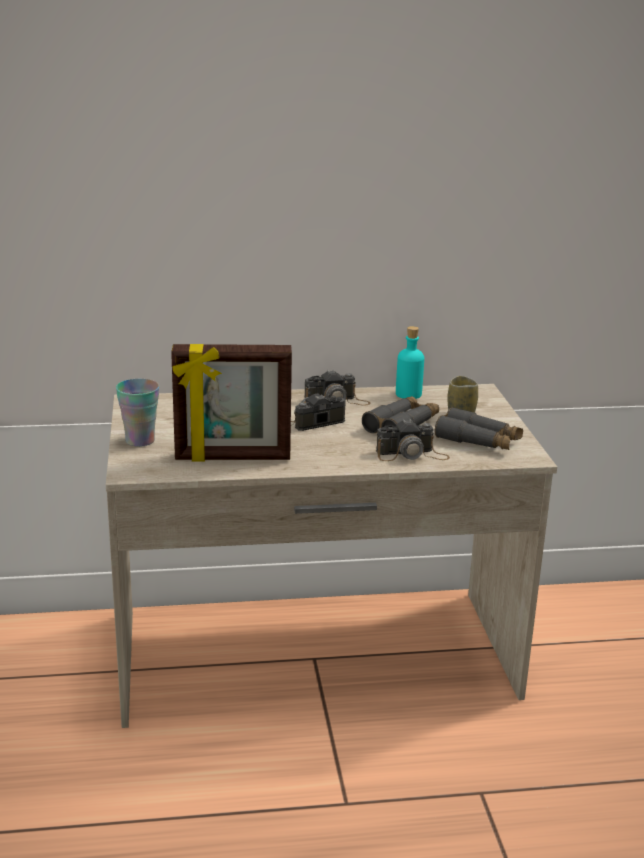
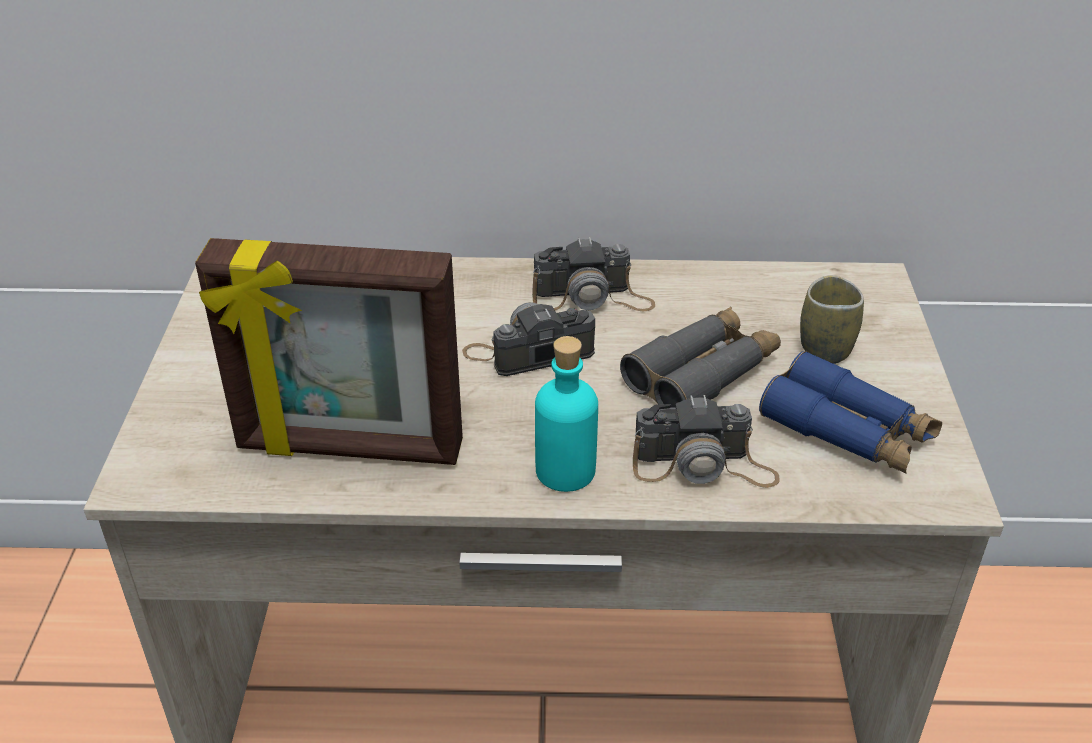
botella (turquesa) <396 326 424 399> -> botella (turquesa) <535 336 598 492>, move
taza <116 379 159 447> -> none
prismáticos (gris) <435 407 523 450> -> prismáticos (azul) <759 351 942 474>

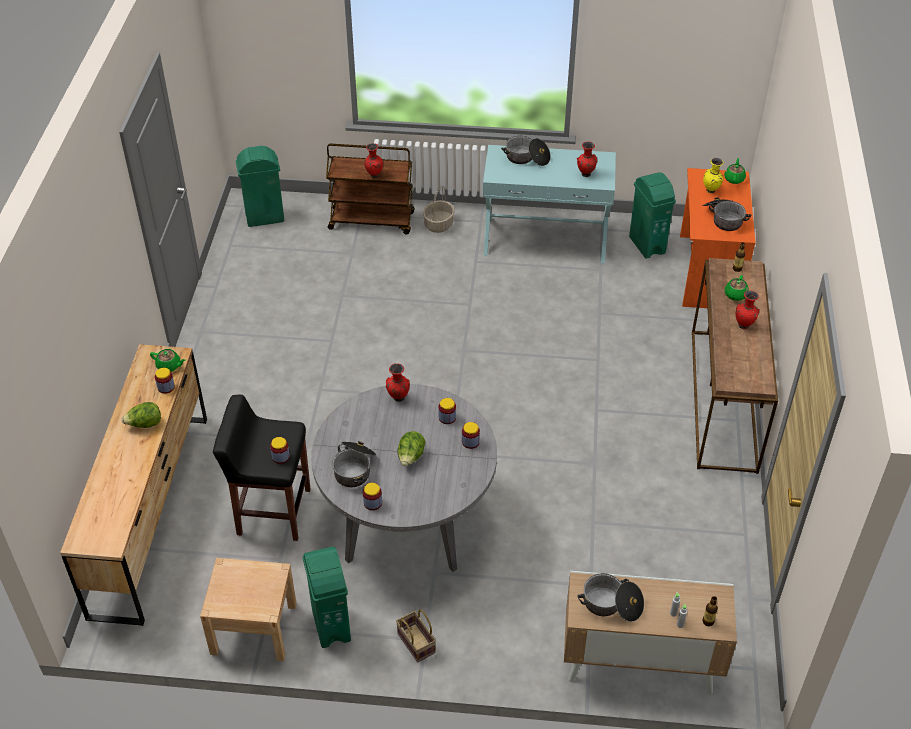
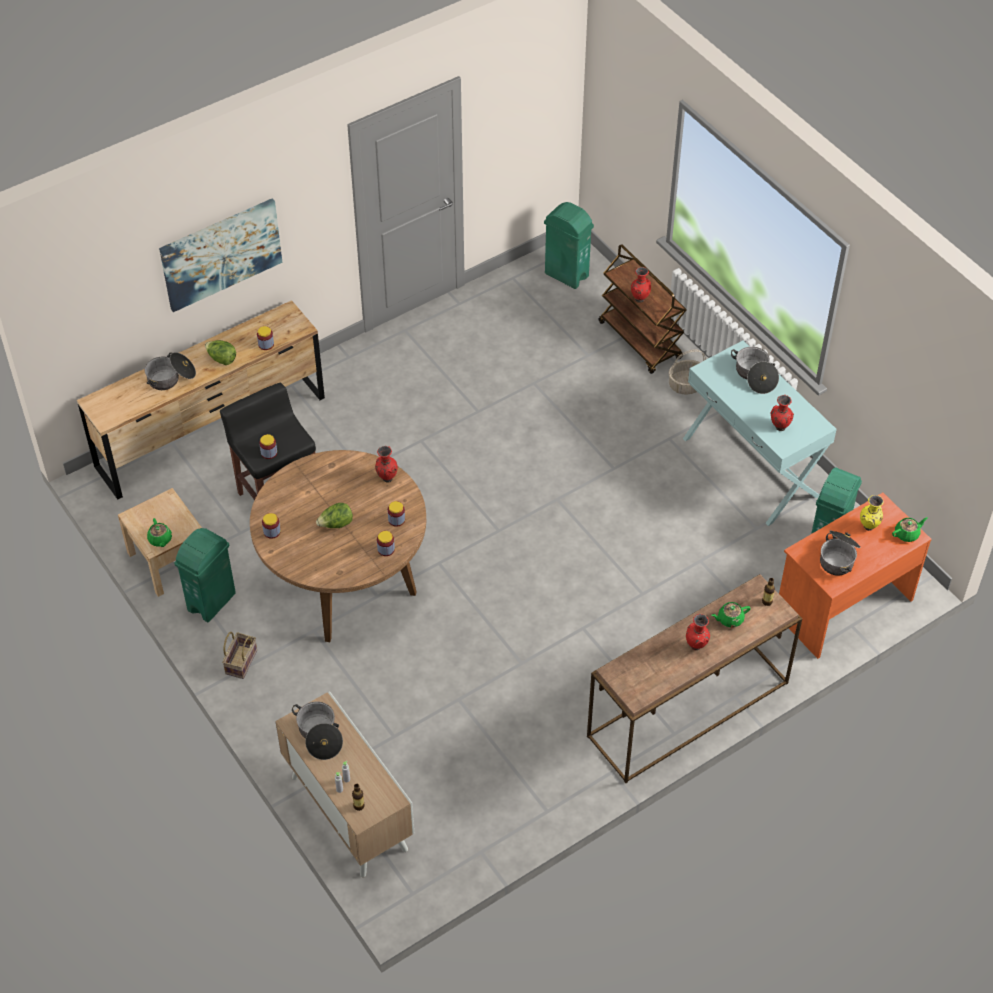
tetera (verde) <150 349 186 372> -> tetera (verde) <147 518 172 547>, move
mesa de comedor (gris) <311 384 497 572> -> mesa de comedor (marrón) <250 450 426 642>
olla <332 441 376 487> -> olla <144 352 196 390>, move
none -> cuadro <159 198 283 312>

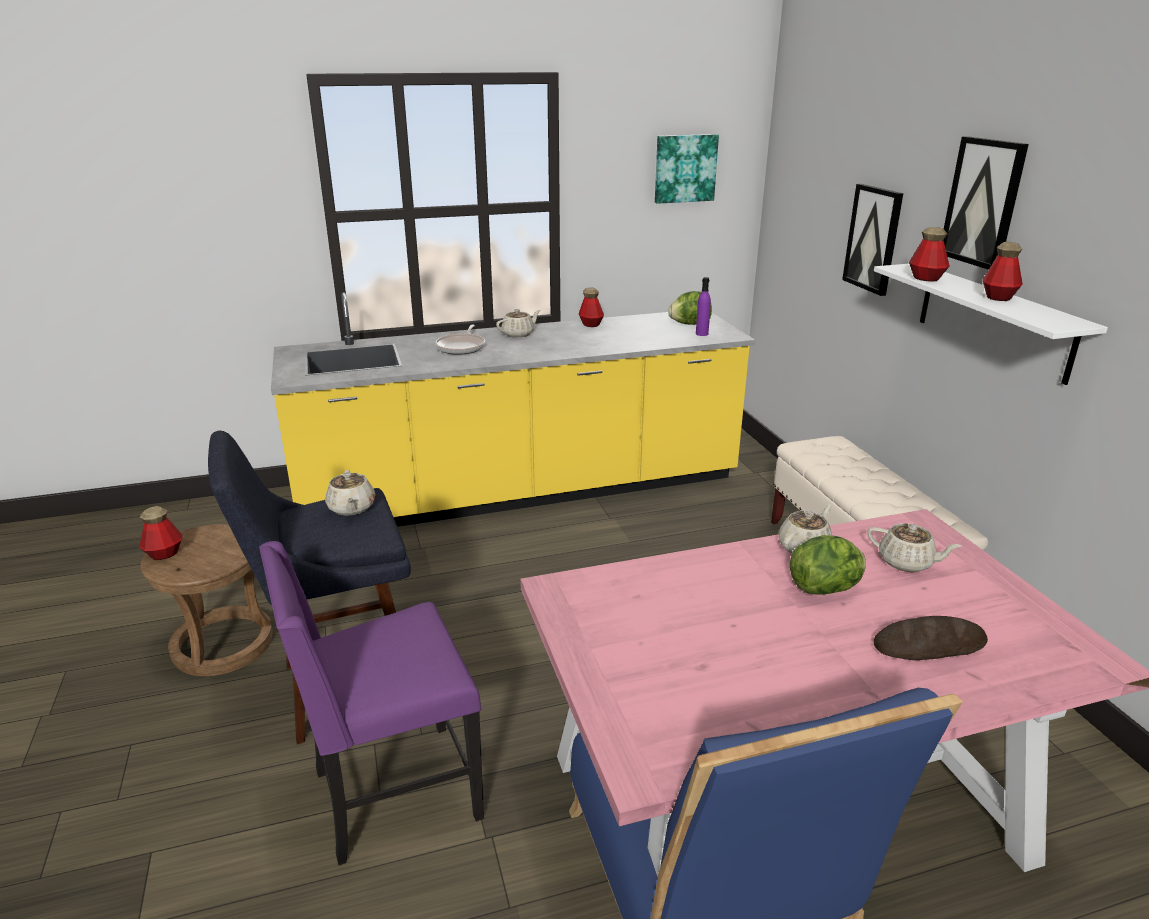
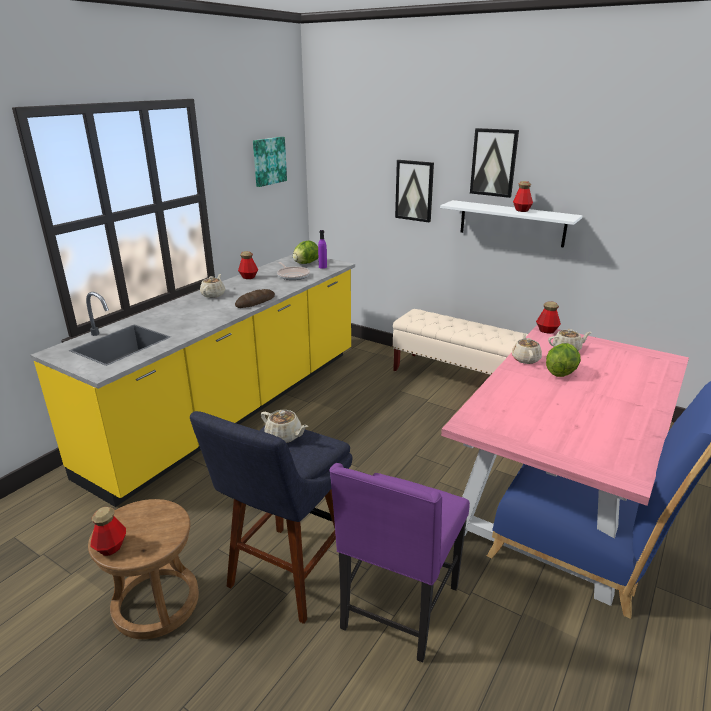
botella <909 227 950 282> -> botella <536 301 561 333>, move
sartén <435 325 485 355> -> sartén <277 262 310 280>, move
pan <874 616 988 660> -> pan <235 289 275 308>, move

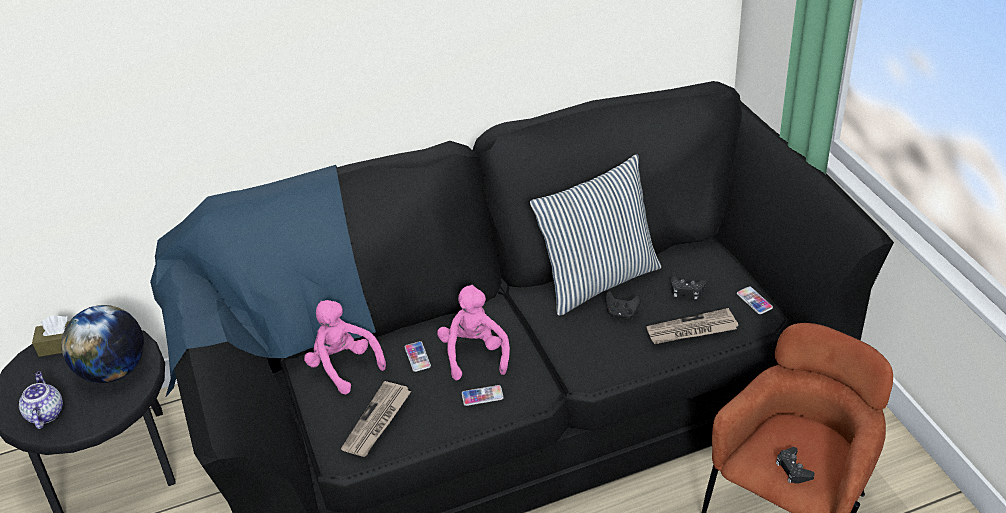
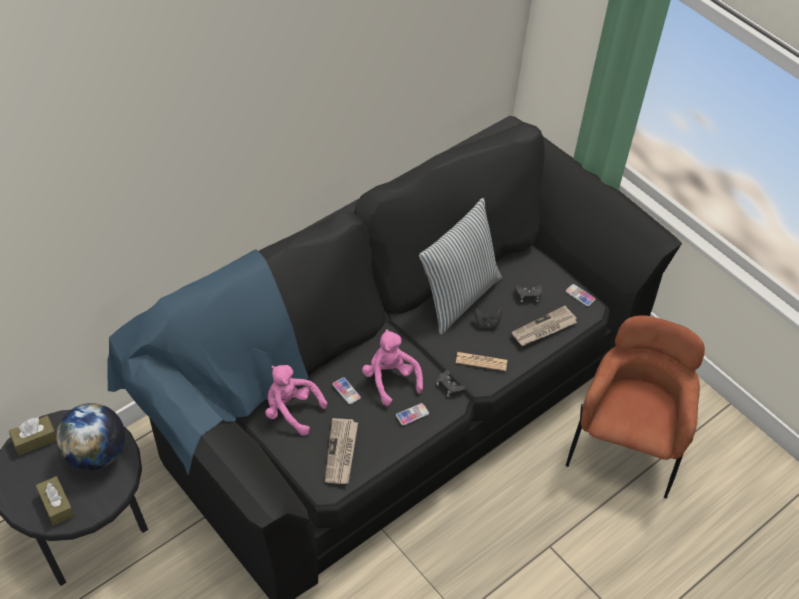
tetera <19 371 63 429> -> caja de pañuelos (marrón) <36 476 74 526>
mando de consola (negro) <776 447 815 484> -> mando de consola (negro) <436 370 465 397>, move
none -> periódico <456 352 507 371>

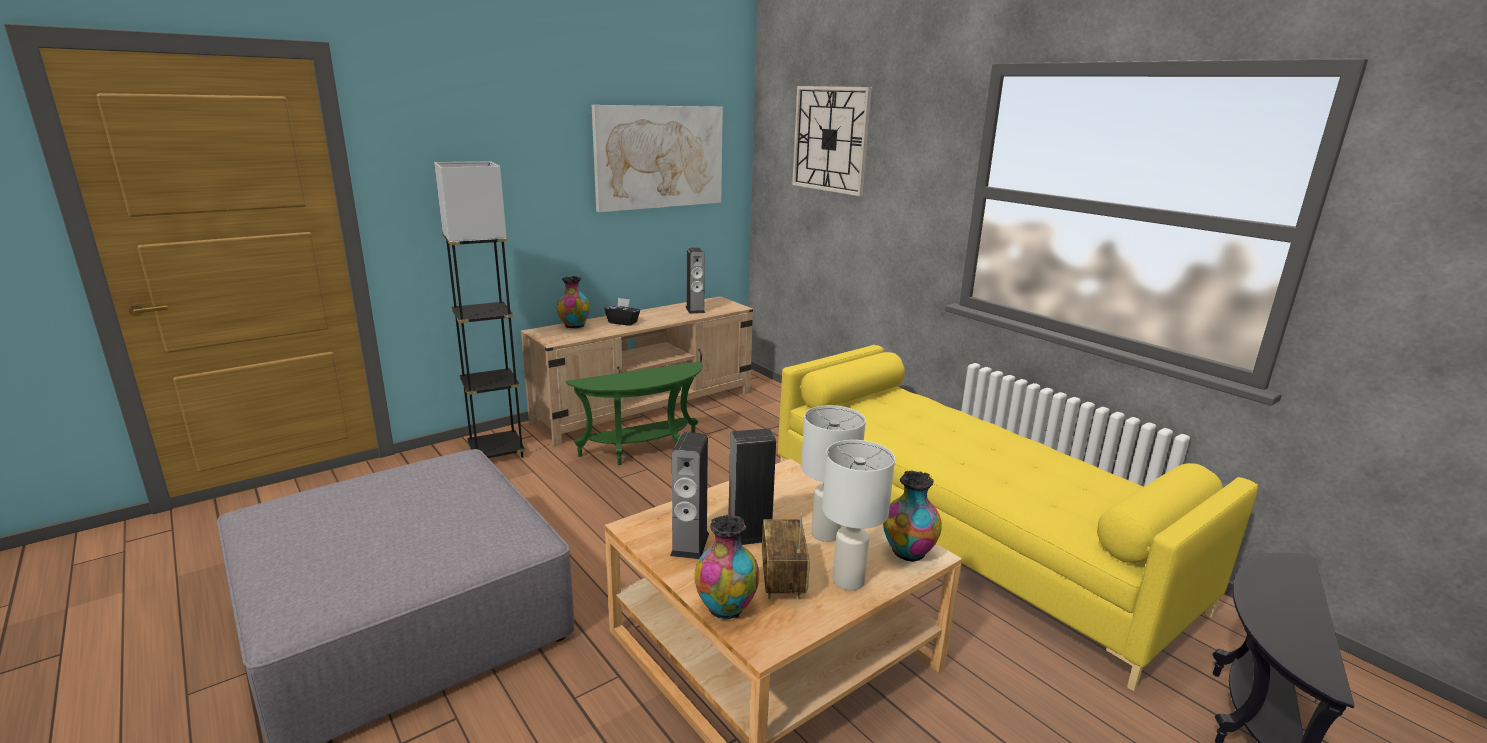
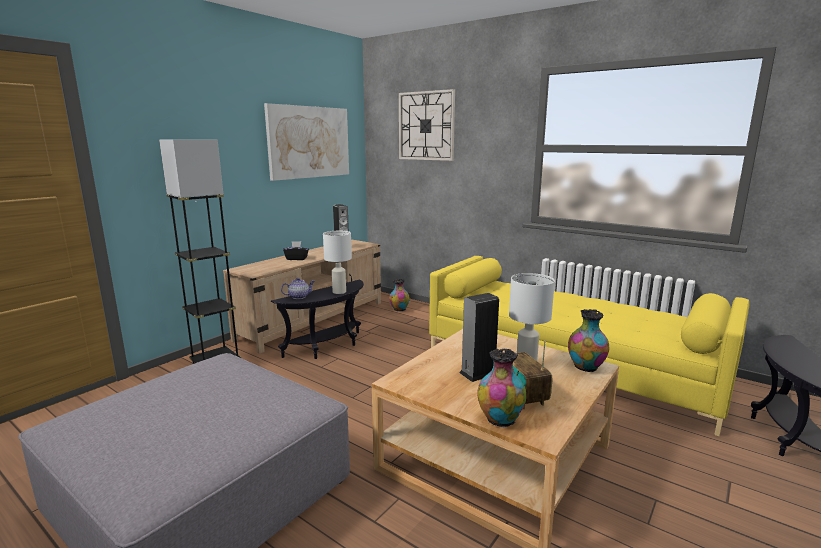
florero <557 276 590 328> -> florero <389 279 410 311>, move
mesa auxiliar (verde) <566 361 703 465> -> mesa auxiliar (negro) <271 280 364 359>
altavoz <670 432 709 559> -> none
lámpara de mesa (blanco) <822 440 895 591> -> lámpara de mesa (blanco) <323 231 352 294>, move
none -> tetera <281 278 315 299>

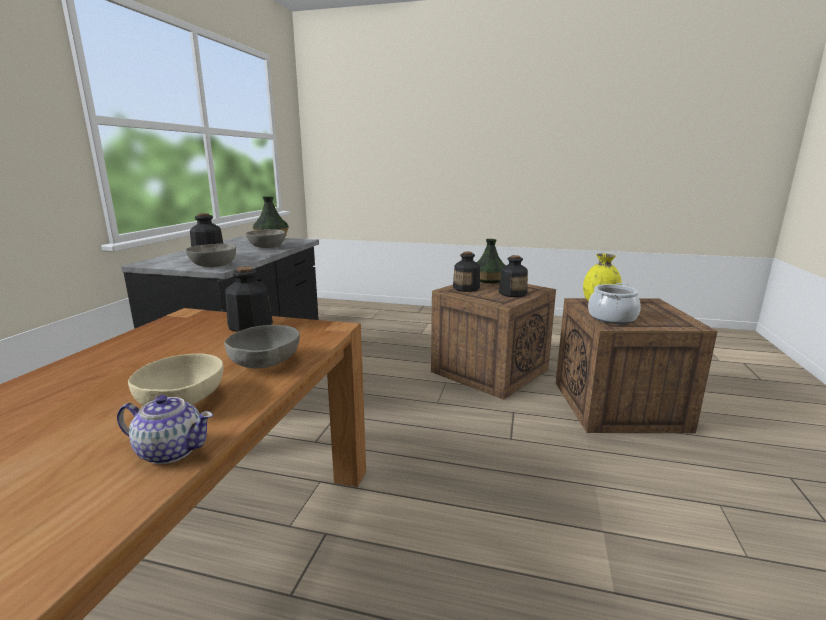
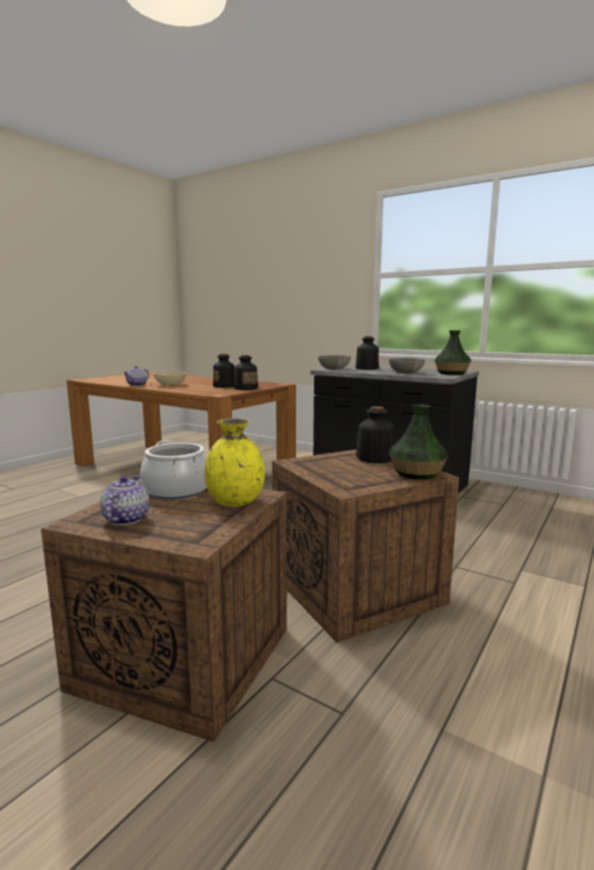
botella <499 255 528 297> -> botella <213 354 235 388>, move
cuenco (gris) <224 325 300 369> -> none
none -> tetera <100 476 150 525>

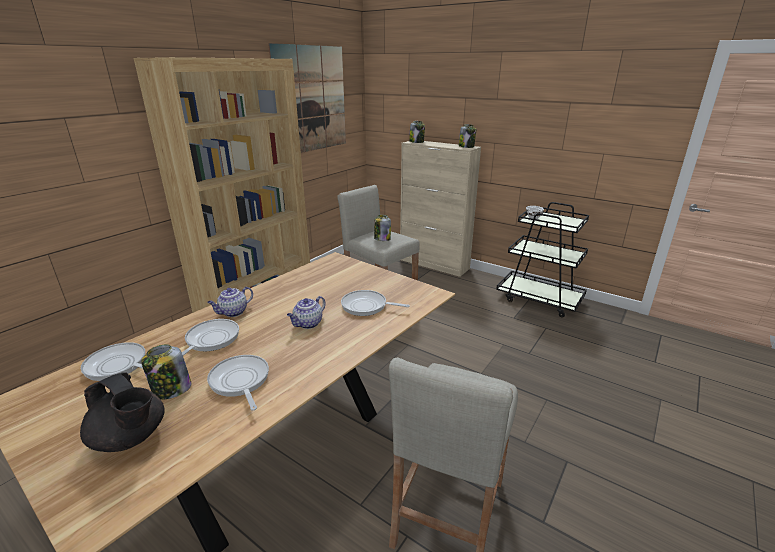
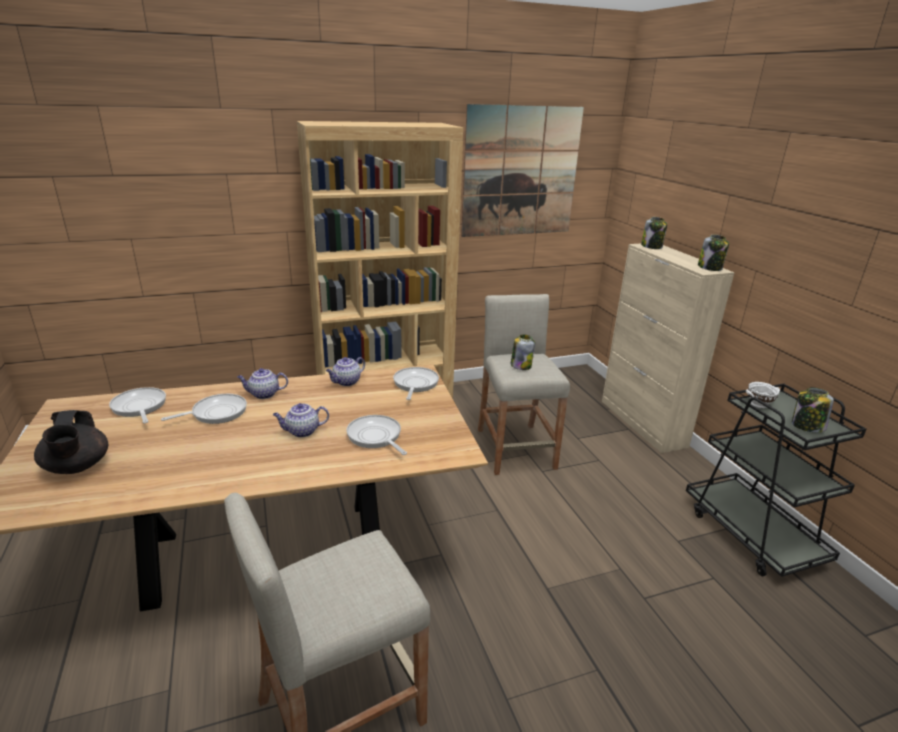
tarro <141 344 192 400> -> tarro <792 388 834 433>, move
sartén <207 355 269 411> -> sartén <393 367 439 400>, move
none -> tetera <326 357 365 386>

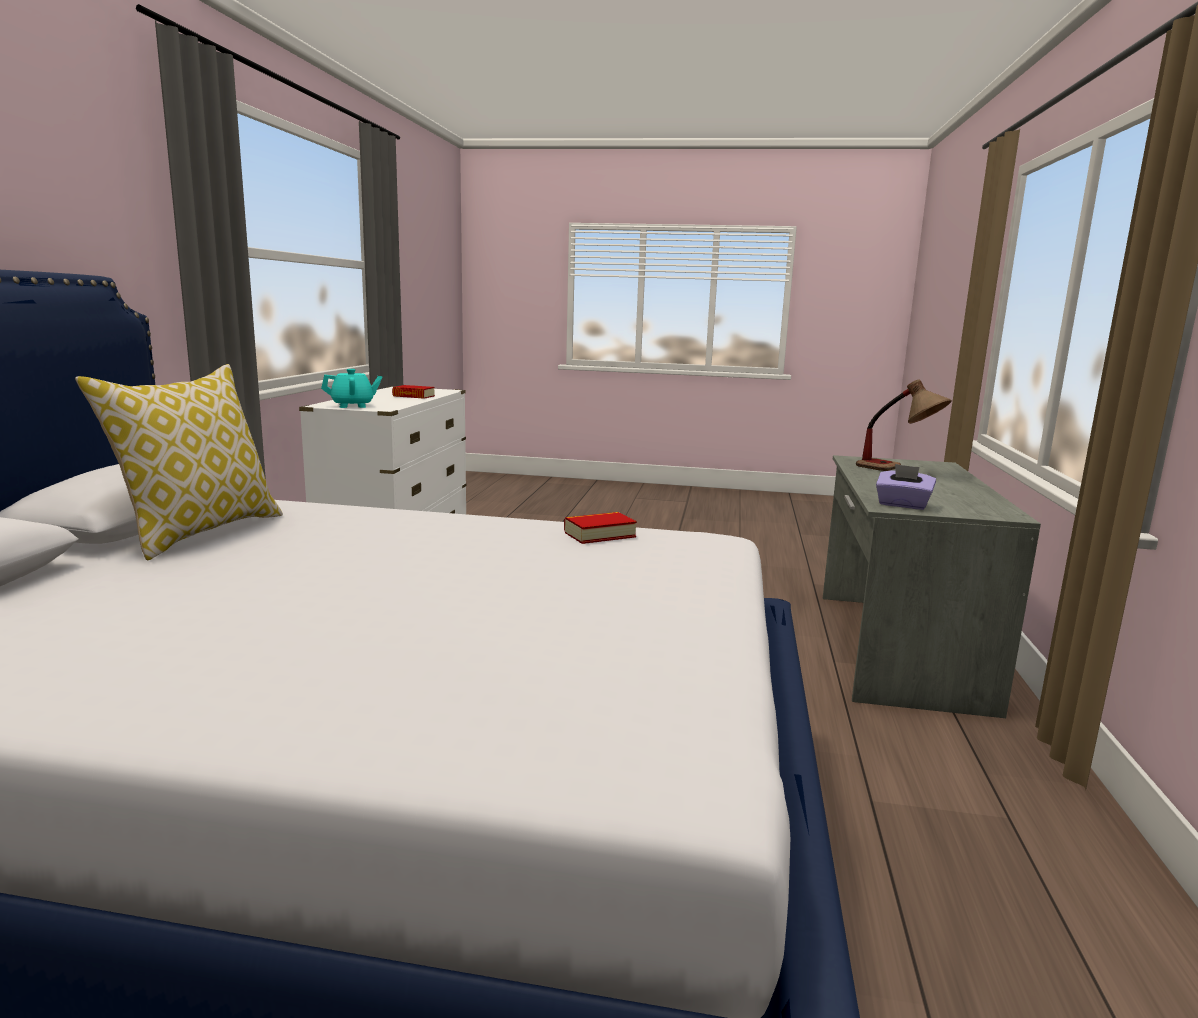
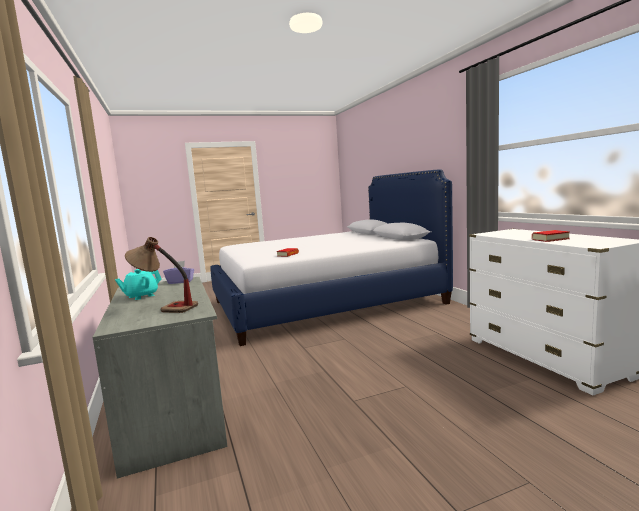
cojín <75 364 283 561> -> none
tetera (turquesa) <321 369 382 408> -> tetera (turquesa) <115 269 162 300>, move

